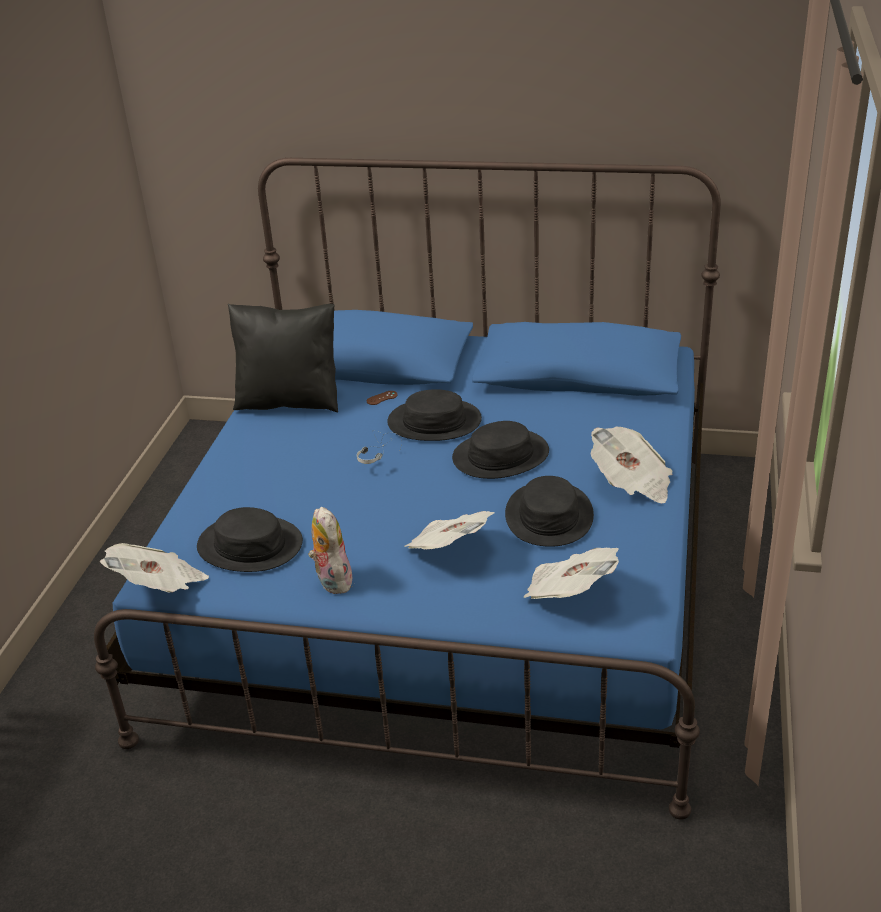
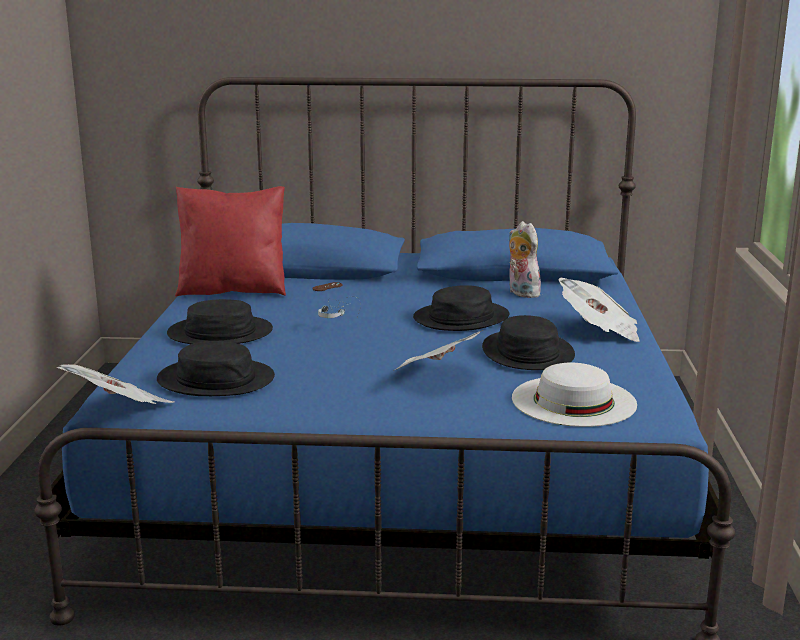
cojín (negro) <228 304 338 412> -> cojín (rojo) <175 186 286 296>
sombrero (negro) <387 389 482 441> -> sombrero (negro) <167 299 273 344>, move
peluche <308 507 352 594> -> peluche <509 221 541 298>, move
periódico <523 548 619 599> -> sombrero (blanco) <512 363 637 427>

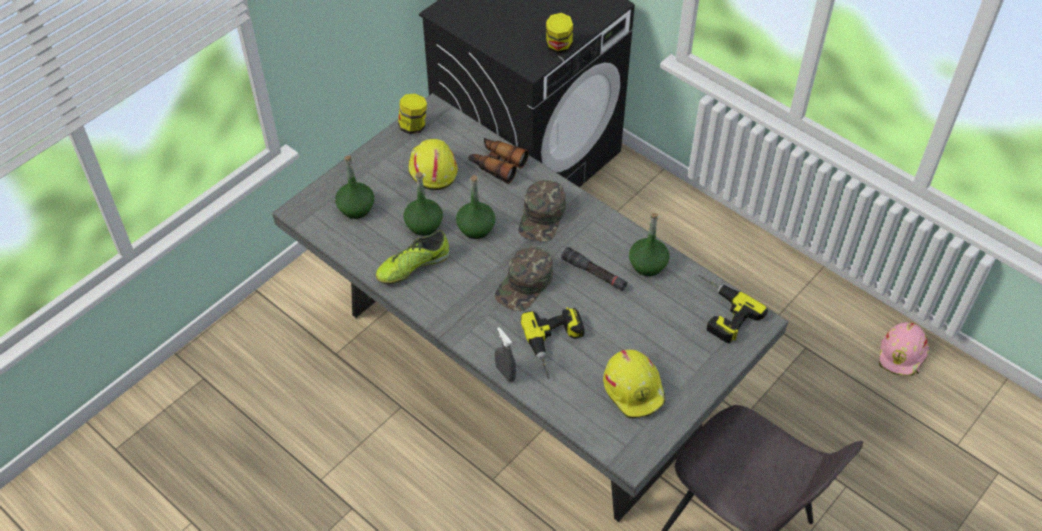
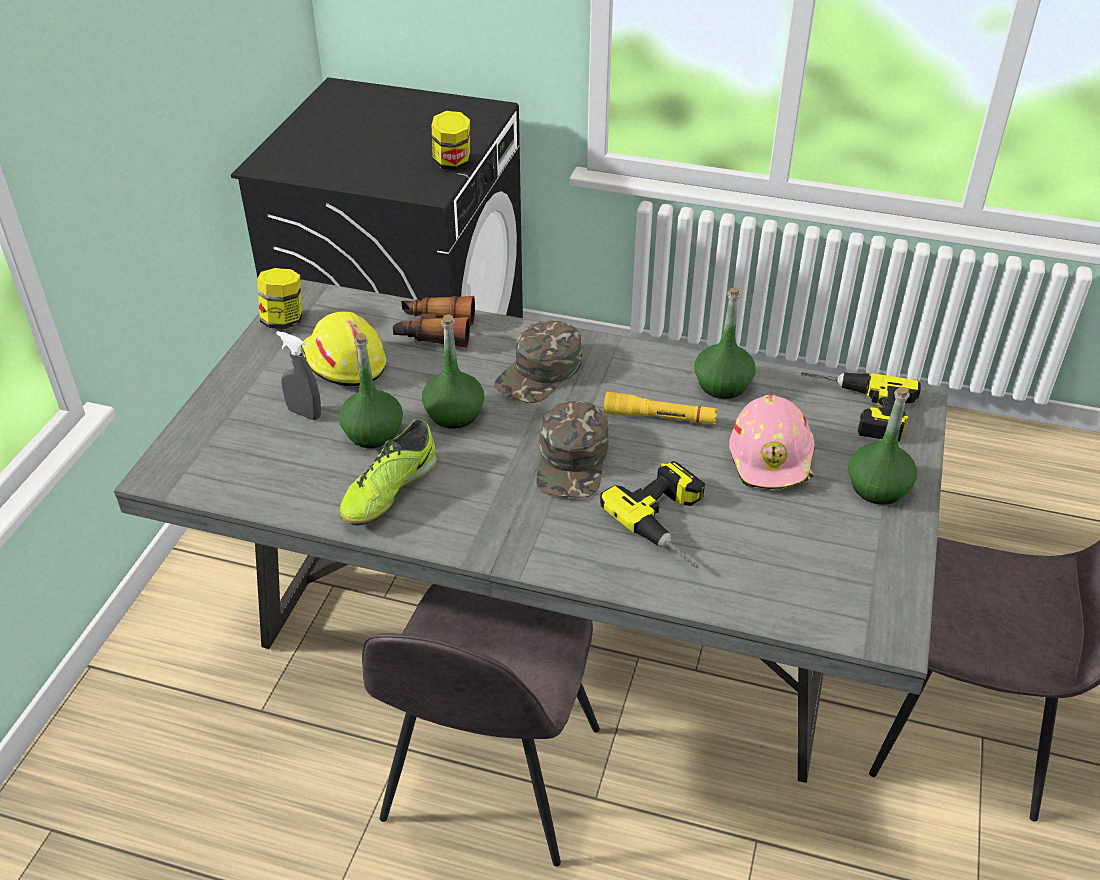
botella (verde) <335 155 374 219> -> botella (verde) <848 387 917 505>, move
gorra (verde) <518 180 566 241> -> gorra (verde) <494 320 582 403>, 45 degrees clockwise
linterna (negro) <561 247 628 291> -> linterna (amarillo) <604 392 717 424>
casco (rosa) <879 322 929 376> -> casco (rosa) <729 394 815 490>, move
pulverizador (gris) <495 327 516 382> -> pulverizador (gris) <276 331 321 420>, move
casco (amarillo) <603 350 665 419> -> none
none -> silla (gris) <362 584 600 867>

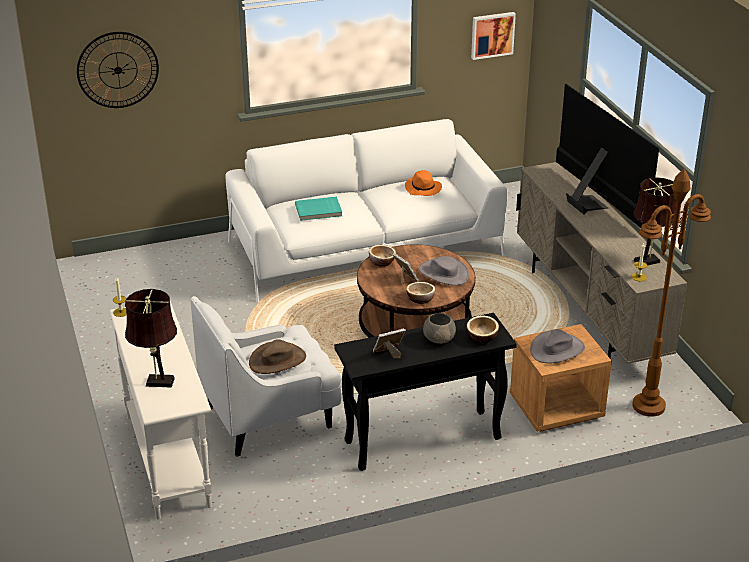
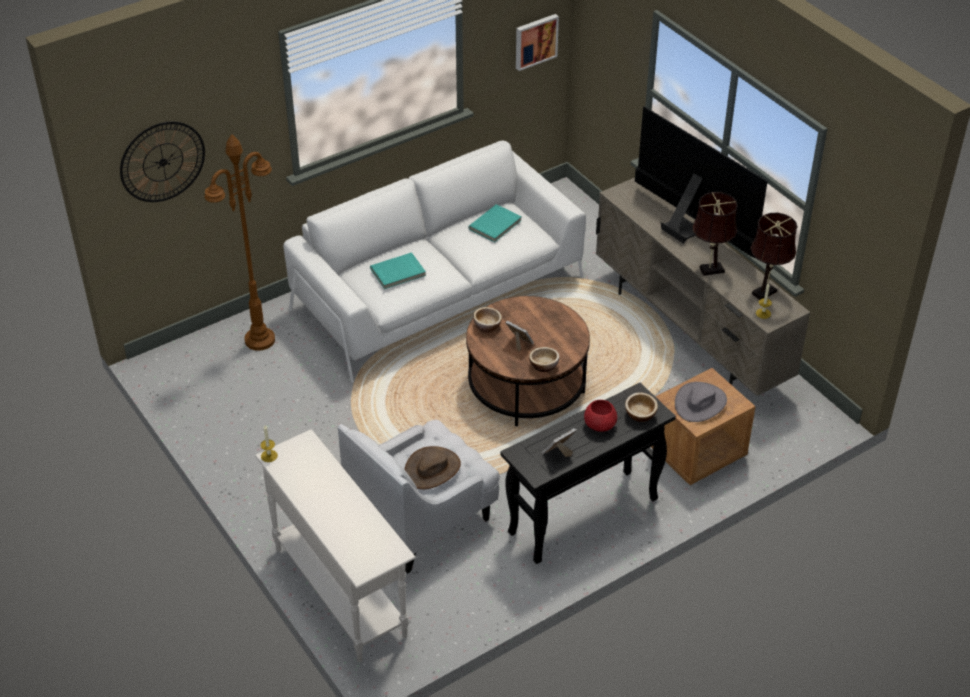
lámpara de pie (marrón) <632 168 711 417> -> lámpara de pie (marrón) <205 134 275 351>, move
sombrero (naranja) <405 170 442 196> -> libro (turquesa) <468 204 522 242>
sombrero (gris) <419 256 469 285> -> none
lámpara de mesa (marrón) <125 289 177 388> -> lámpara de mesa (marrón) <692 192 737 276>, move
cuenco (gris) <423 313 456 344> -> cuenco (rojo) <584 400 617 432>

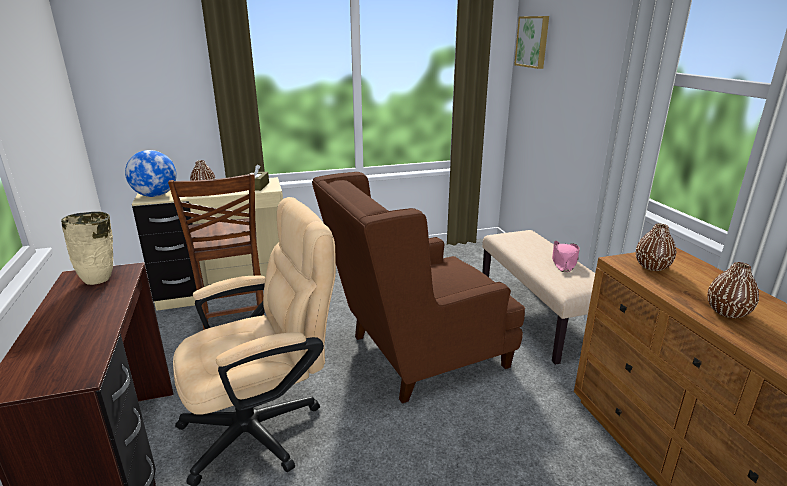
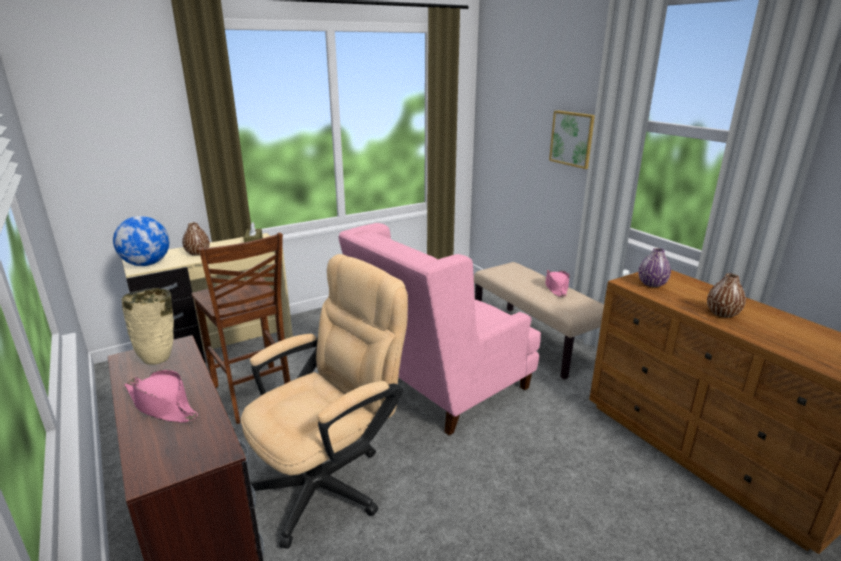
cuadro <514 16 549 69> -> cuadro <549 111 595 169>, move
sillón (marrón) <312 172 525 403> -> sillón (rosa) <338 223 541 435>
florero (marrón) <636 224 676 271> -> florero (morado) <638 248 671 287>
none -> sombrero (rosa) <124 370 198 423>

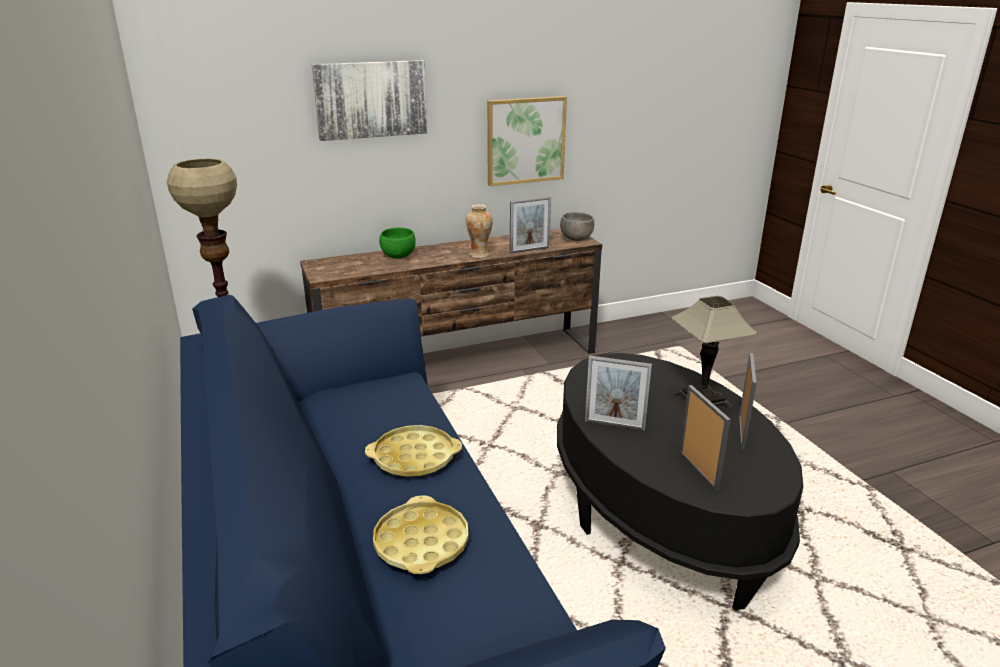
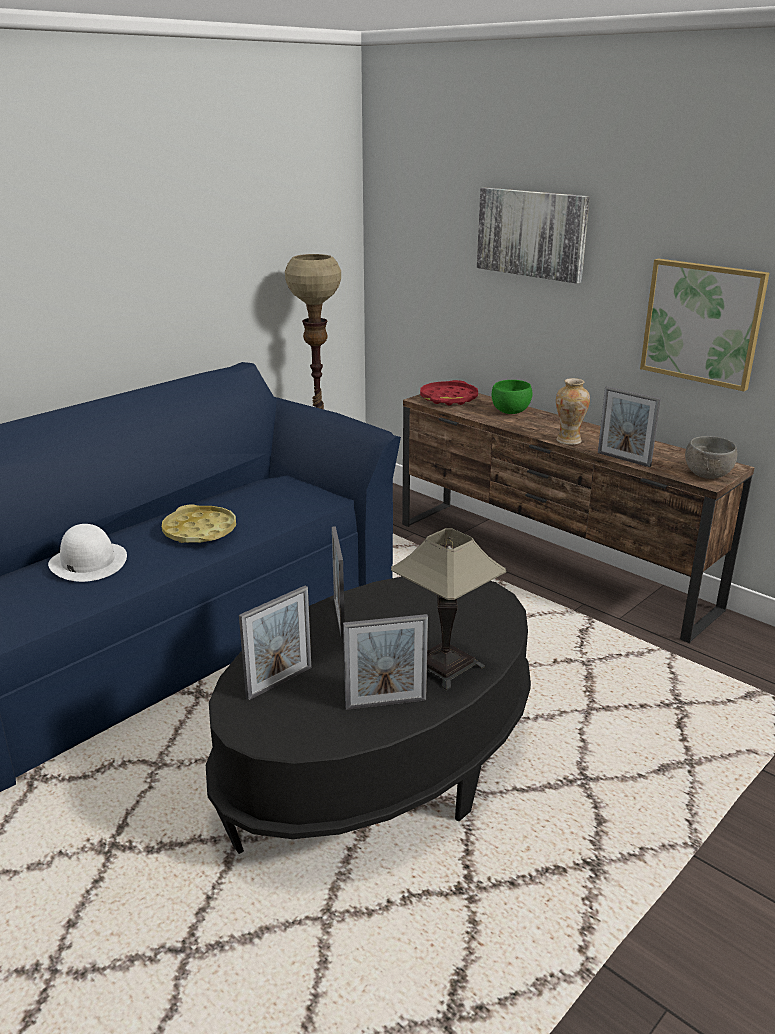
bandeja (amarillo) <373 496 469 574> -> sombrero (blanco) <48 524 127 582>
none -> bandeja (rojo) <420 380 478 405>

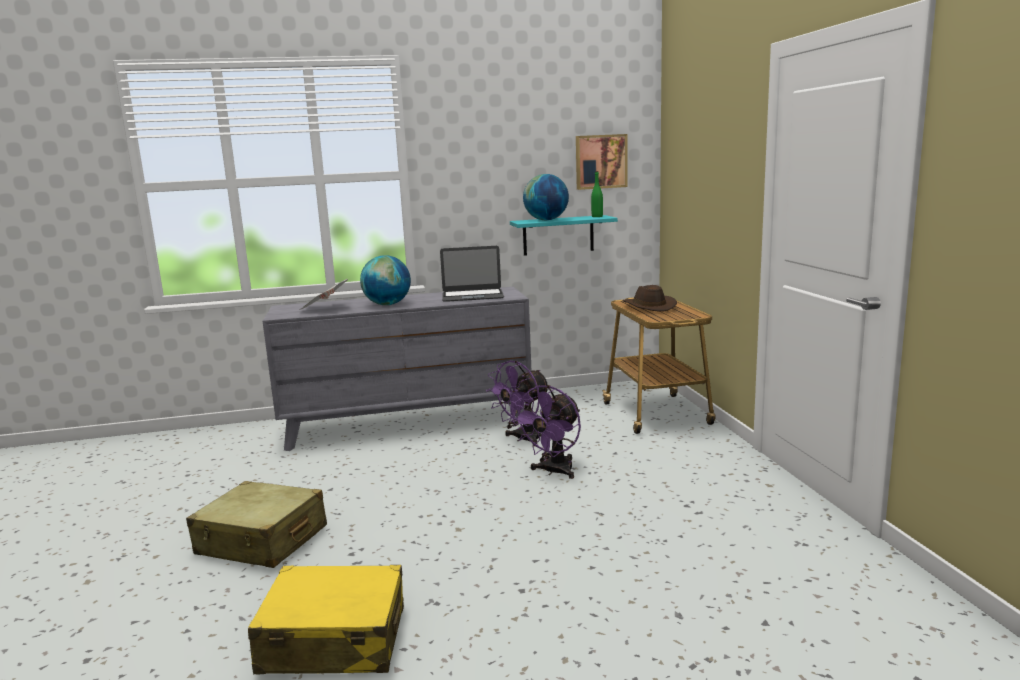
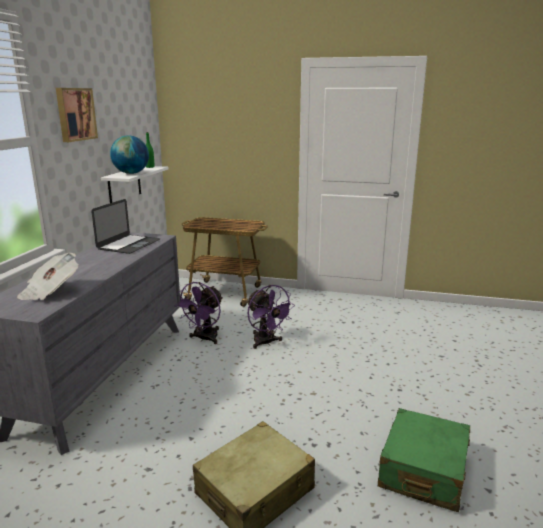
cuadro <576 134 628 190> -> cuadro <56 88 98 142>, move
estante (turquesa) <510 215 618 256> -> estante (blanco) <101 166 169 203>
globo terráqueo <360 255 411 305> -> none
sombrero (marrón) <623 285 677 312> -> none
ventilador (morado) <486 361 548 446> -> ventilador (morado) <174 282 223 344>, 45 degrees clockwise
maleta (amarillo) <248 565 404 674> -> maleta (verde) <378 408 470 512>

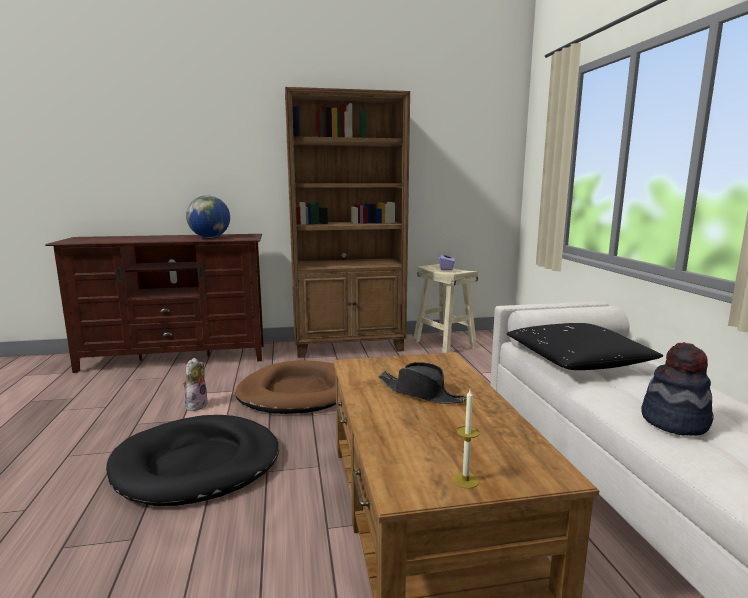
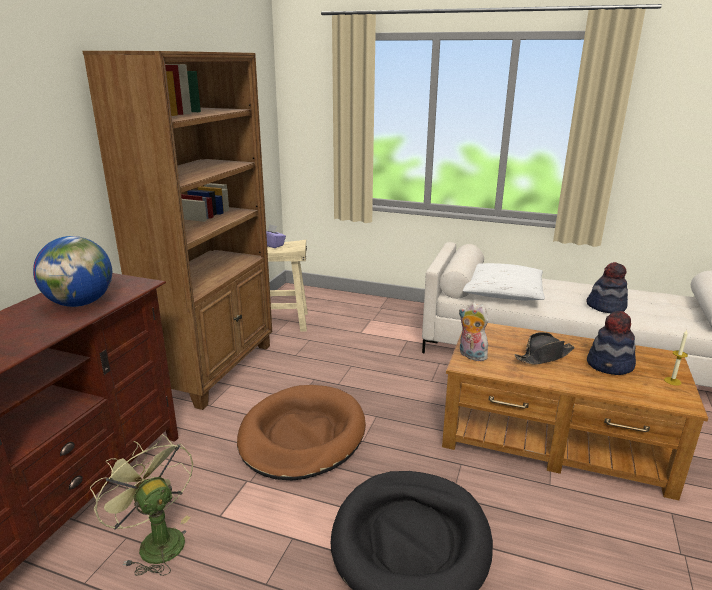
cojín (negro) <506 323 663 370> -> cojín (blanco) <463 263 545 300>
peluche <183 358 208 411> -> peluche <459 303 489 361>, move
none -> sombrero <587 311 636 375>
none -> ventilador (verde) <90 435 193 576>

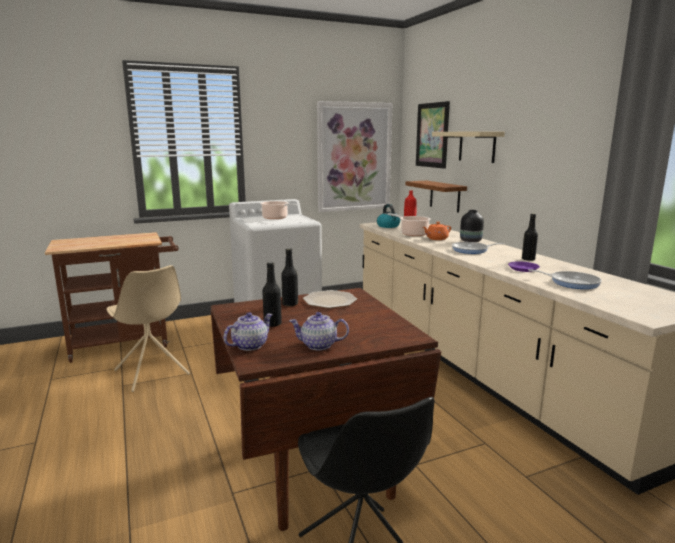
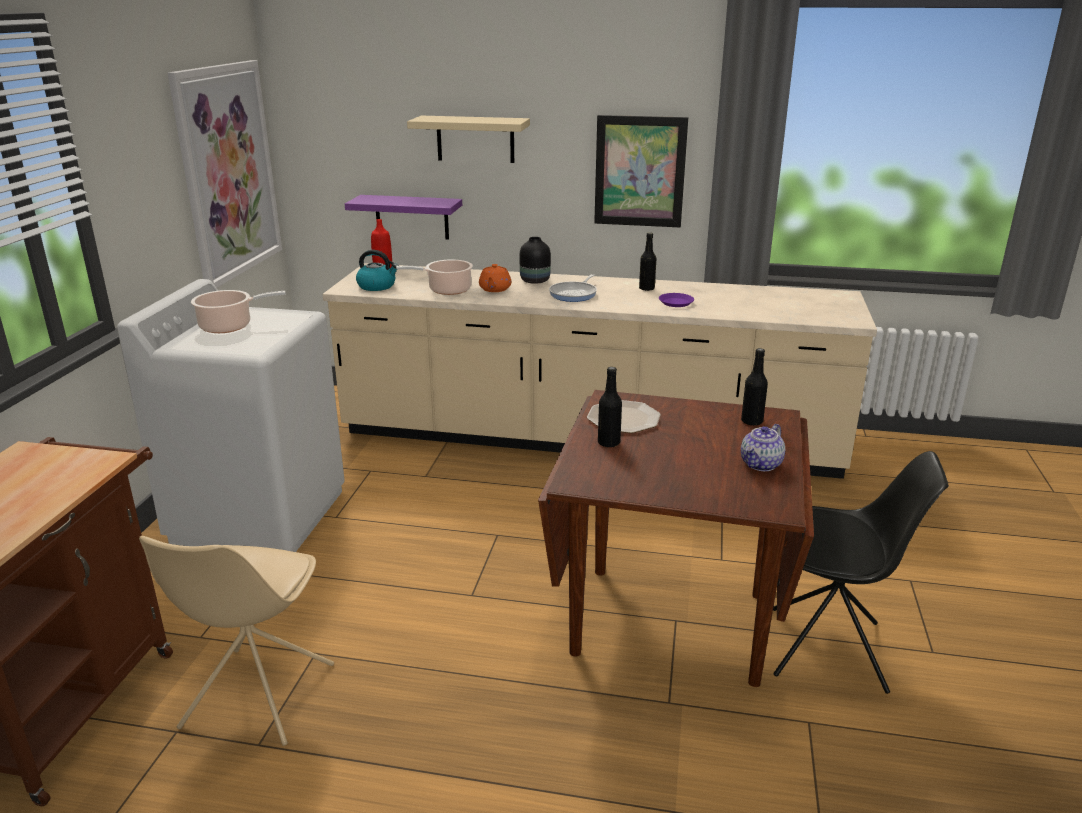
cuadro <416 101 450 169> -> cuadro <594 115 688 227>, move
estante (marrón) <405 181 467 213> -> estante (morado) <345 195 462 240>
botella (negro) <262 262 282 327> -> botella (negro) <741 348 768 425>, move
silla (beis) <107 265 190 392> -> silla (beis) <139 536 334 746>, 105 degrees clockwise
sartén <528 269 602 289> -> none
tetera <223 312 273 351> -> none

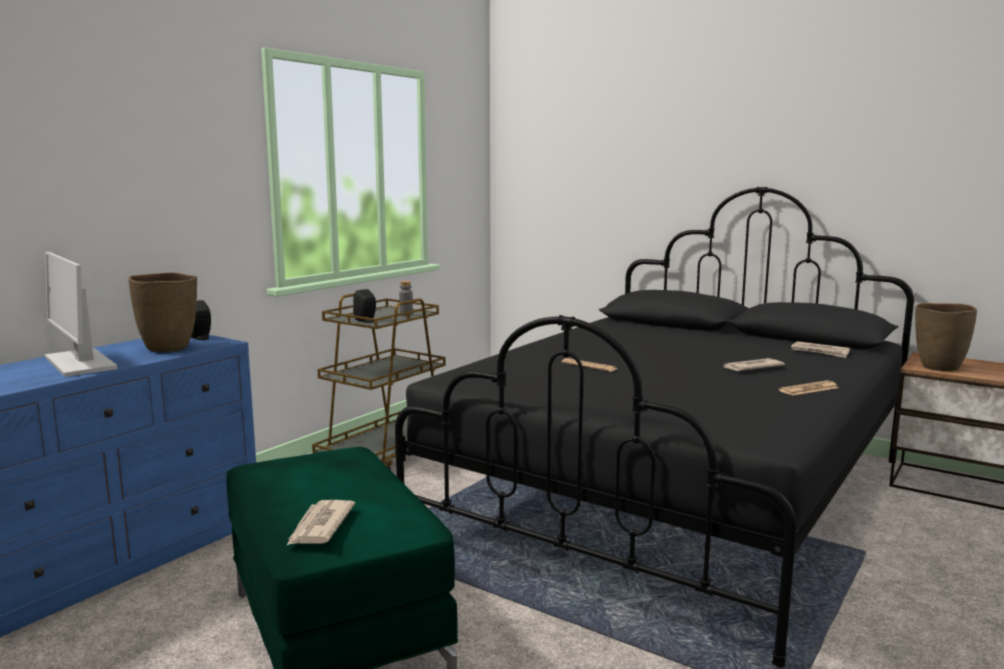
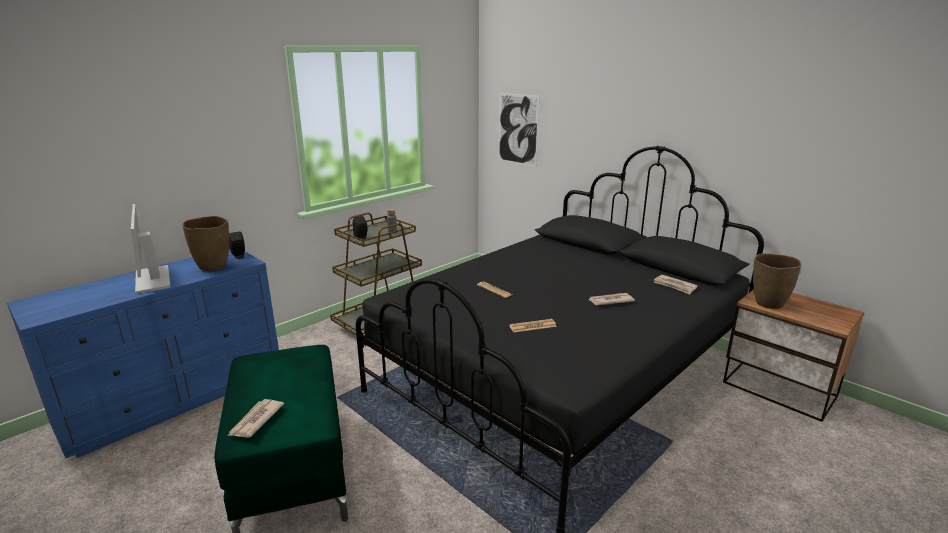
periódico <778 381 839 396> -> periódico <509 319 557 332>, move
none -> cuadro <498 93 539 167>

